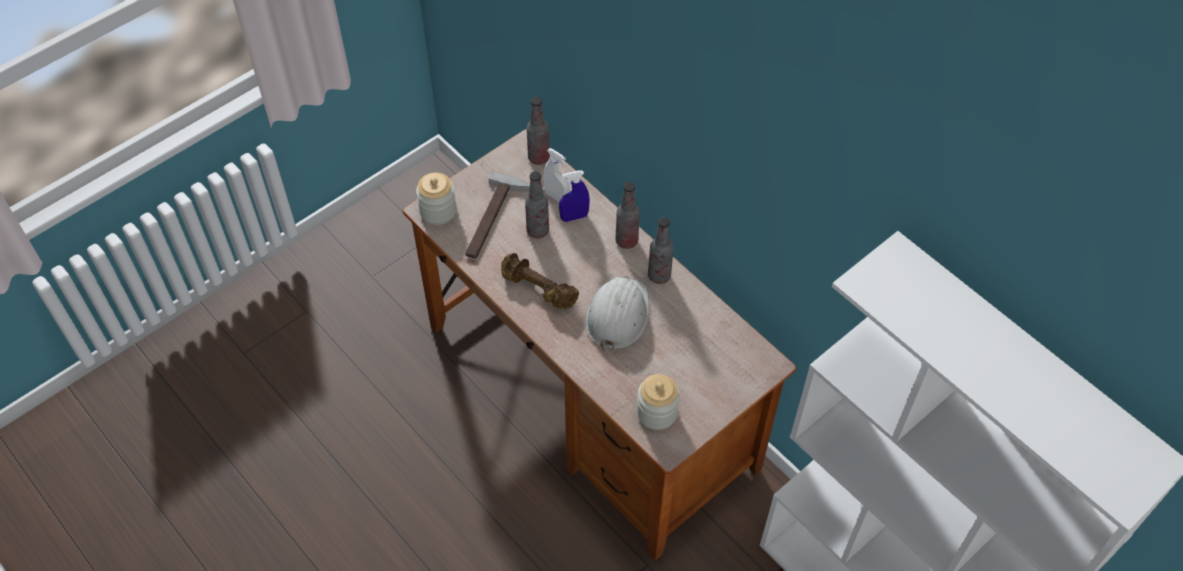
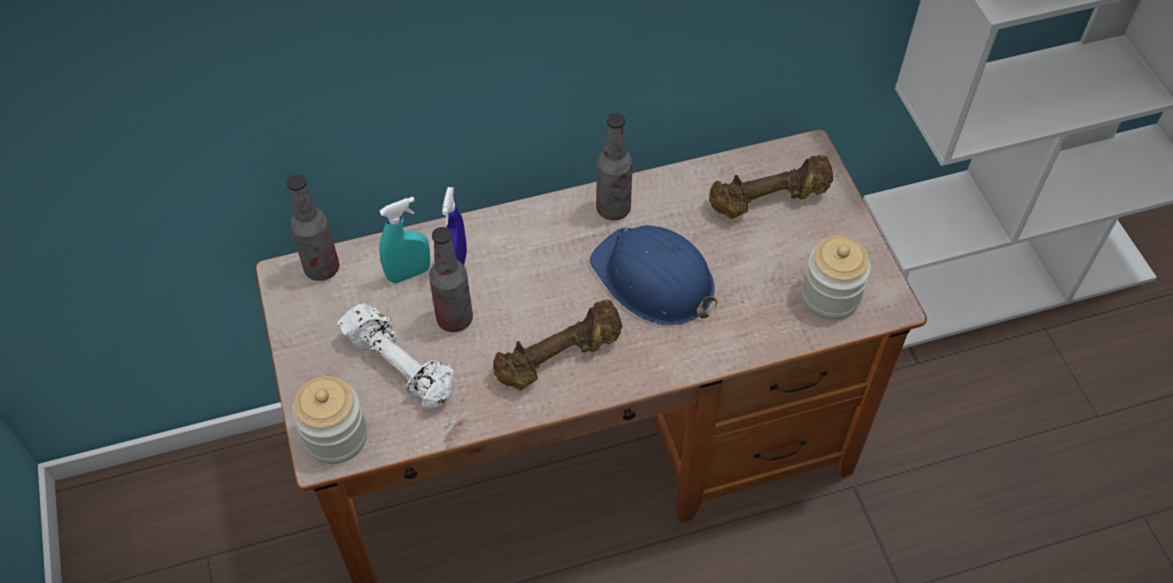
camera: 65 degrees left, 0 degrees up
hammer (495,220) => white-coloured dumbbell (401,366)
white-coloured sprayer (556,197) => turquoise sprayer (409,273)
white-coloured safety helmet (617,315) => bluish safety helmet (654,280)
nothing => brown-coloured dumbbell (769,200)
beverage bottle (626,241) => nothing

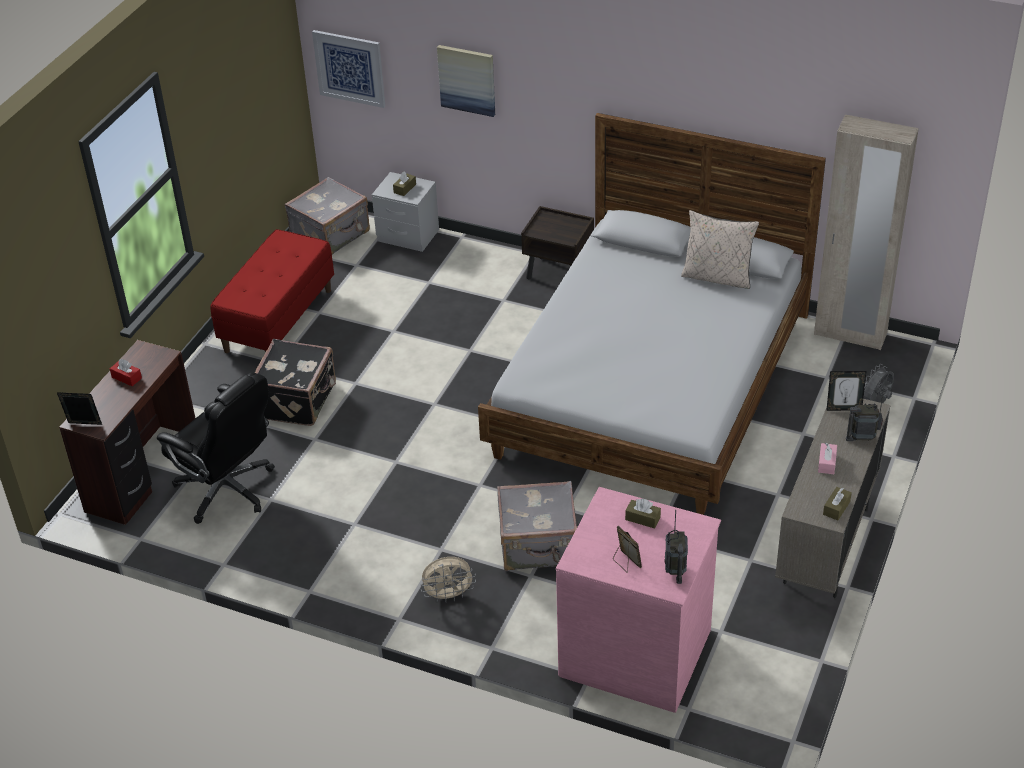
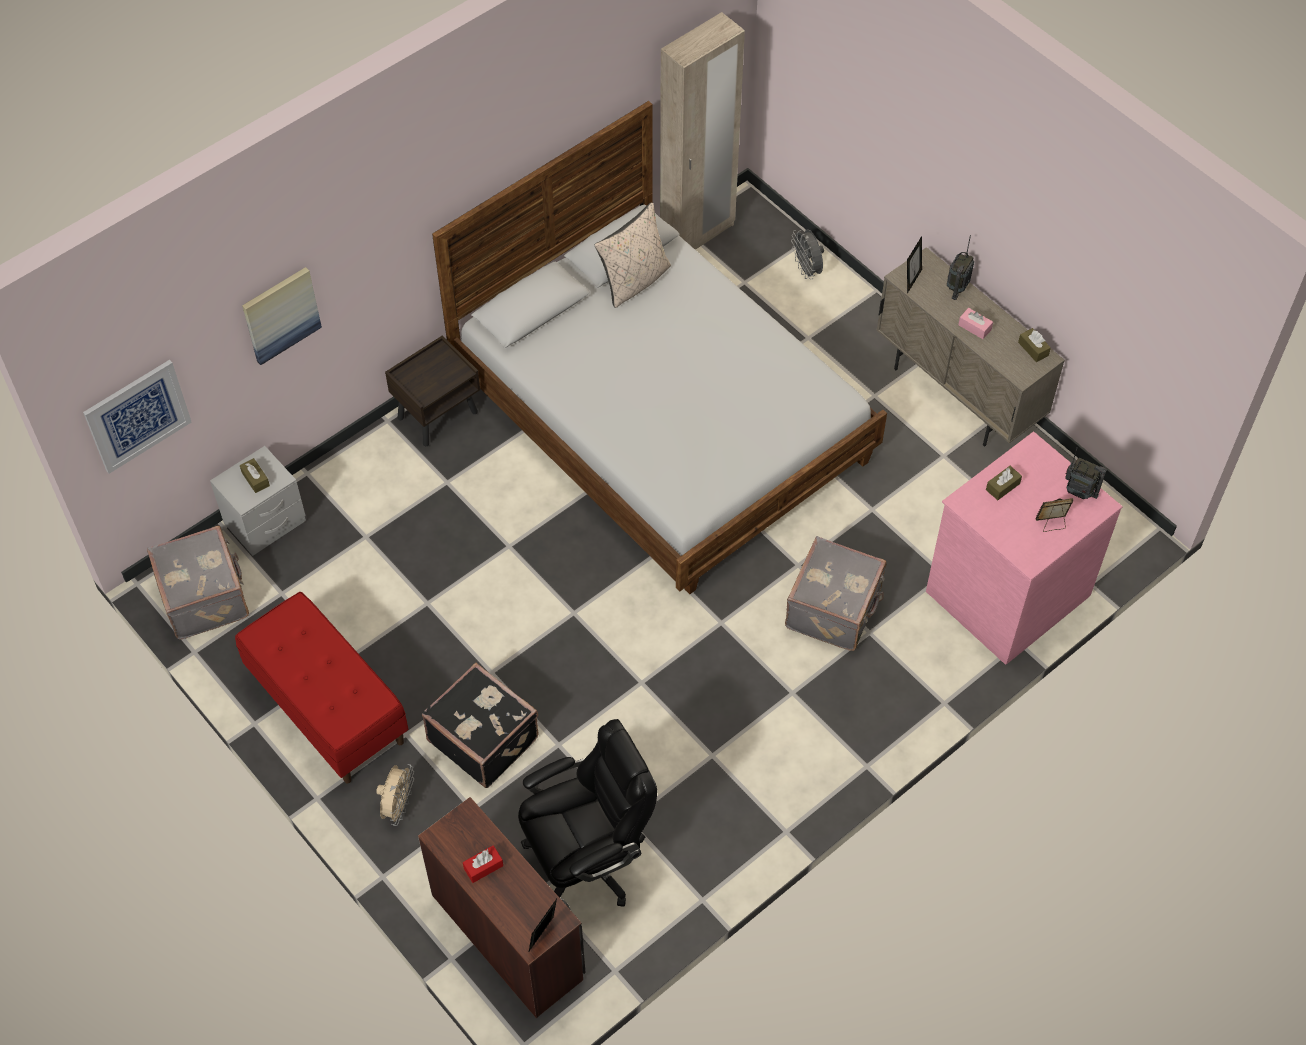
camera: 65 degrees left, 15 degrees up
sand-coloured cooling fan (448,596) => sand-coloured cooling fan (398,806), moved

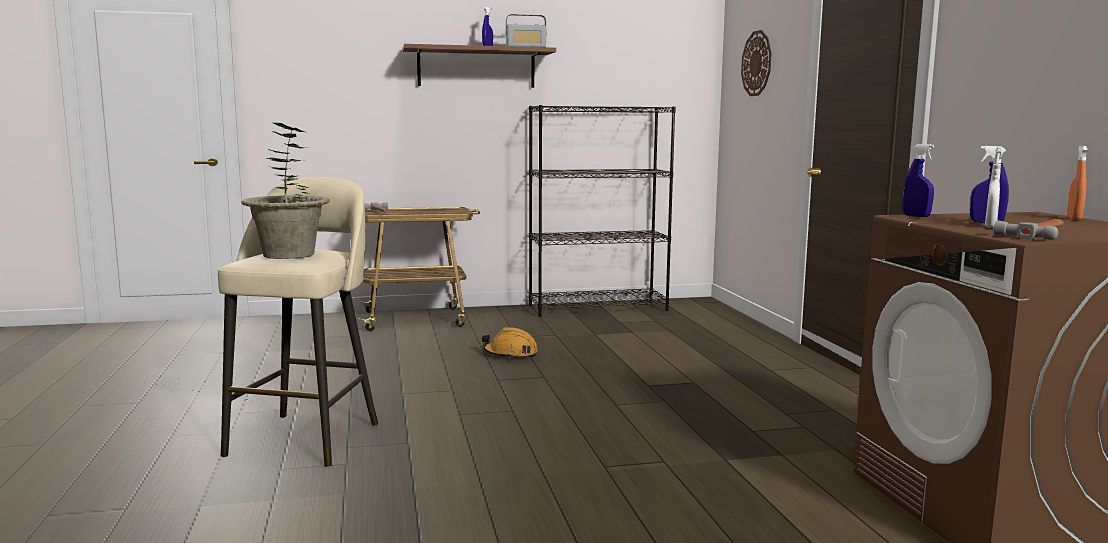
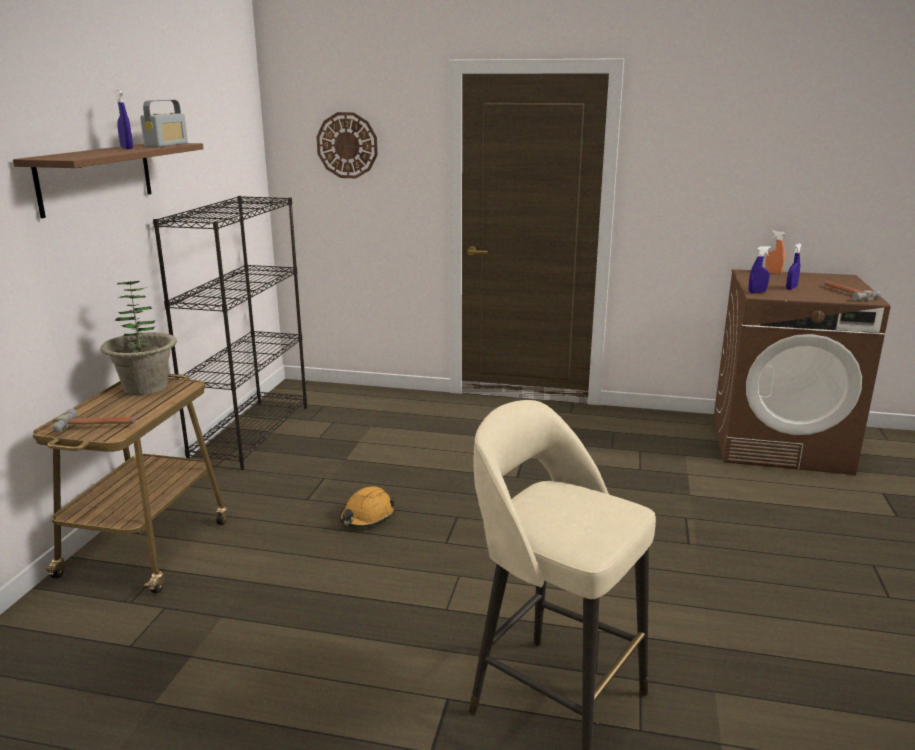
camera: 65 degrees left, 10 degrees up
potted plant (289,255) => potted plant (146,387), moved
white-coloured sprayer (990,226) => nothing

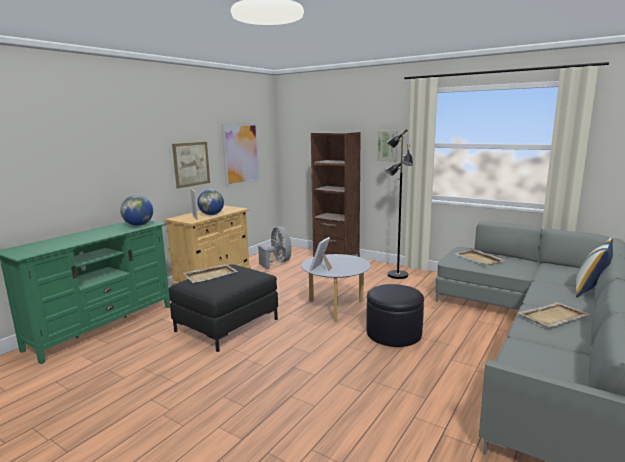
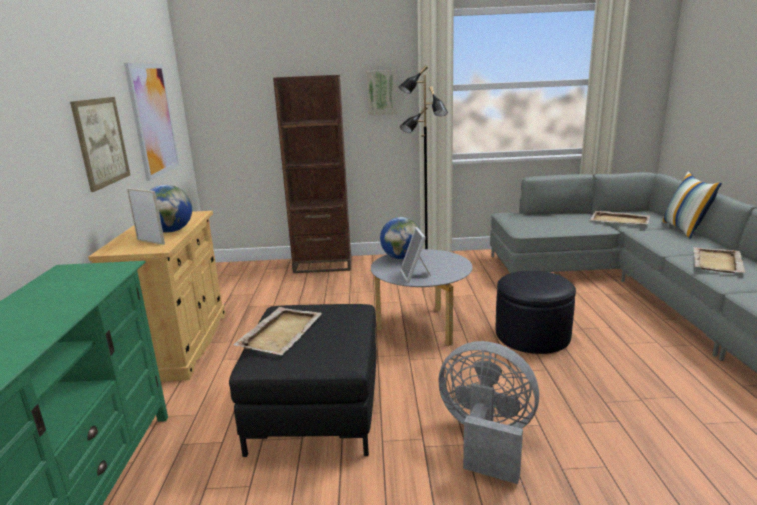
camera: 35 degrees left, 5 degrees up
desk globe (138,225) => desk globe (401,257), moved
grey cooling fan (277,262) => grey cooling fan (486,439), moved
sand-coloured carrying tray (479,259) => sand-coloured carrying tray (620,220), moved

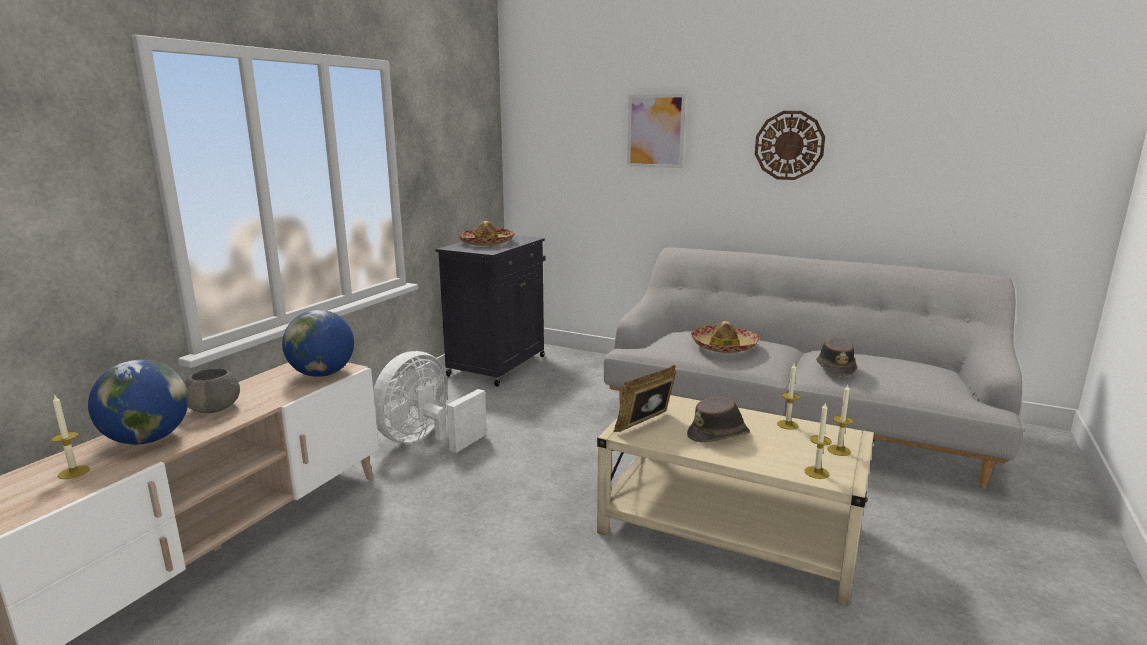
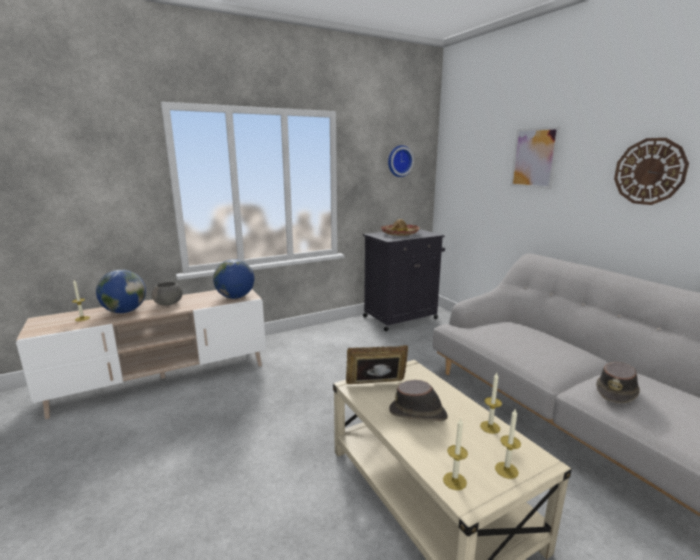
camera: 35 degrees right, 0 degrees up
nothing => hanging clock (399,161)
white-coloured cooling fan (426,440) => nothing
hat (724,346) => nothing

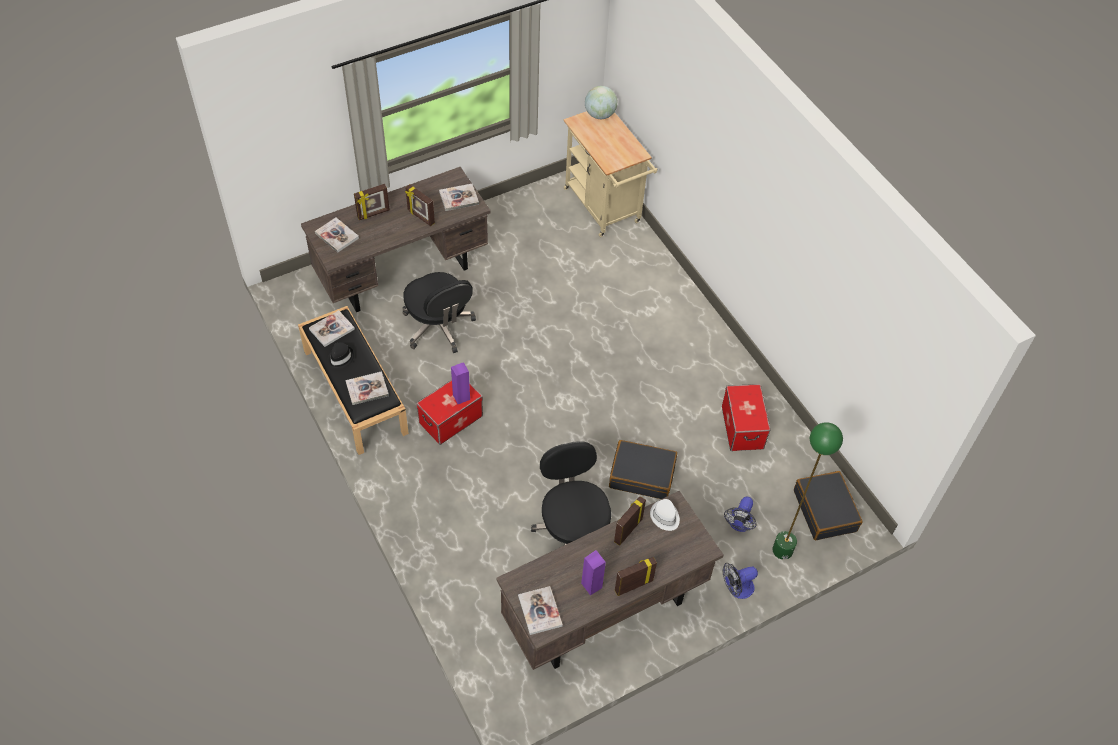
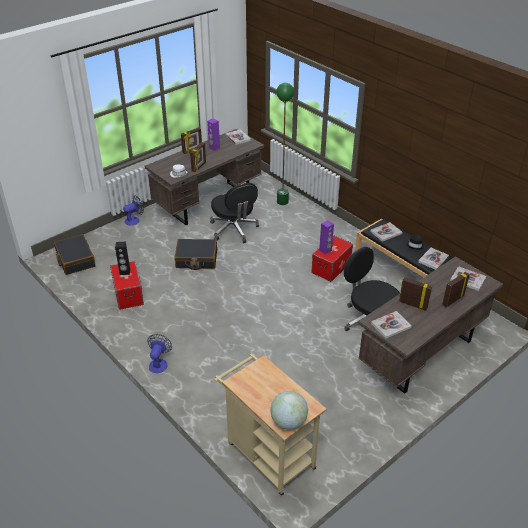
camera: 170 degrees right, 15 degrees down
nothing => black-coloured speaker (125,272)
cooling fan (739,524) => cooling fan (159,363), moved
green-coloured standard lamp (782,550) => green-coloured standard lamp (282,202), moved

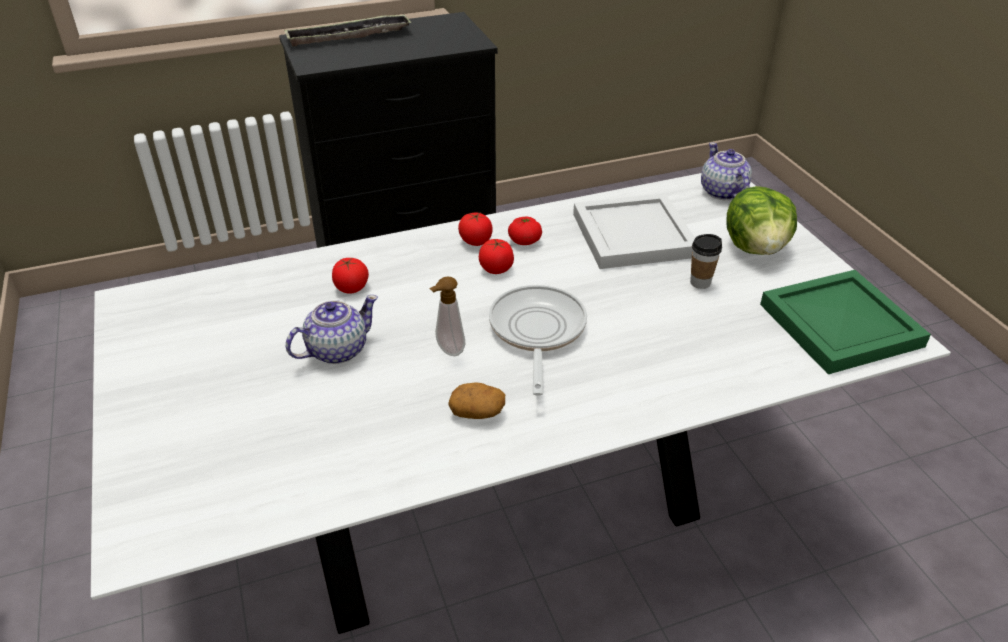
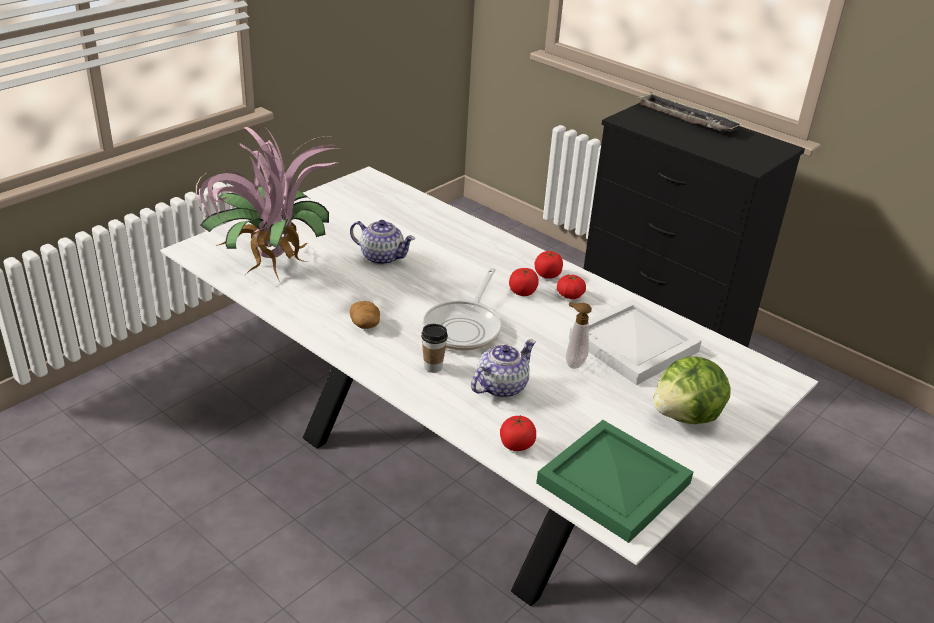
camera: 60 degrees right, 5 degrees down
nothing => potted plant (271,268)
small cup (700,282) => small cup (433,367), moved
frying pan (536,332) => frying pan (465,327), 135 degrees clockwise
pot for tea (722,192) => pot for tea (500,387), moved
tomato (351,288) => tomato (516,445), moved
liquid soap bottle (448,351) => liquid soap bottle (573,363), moved

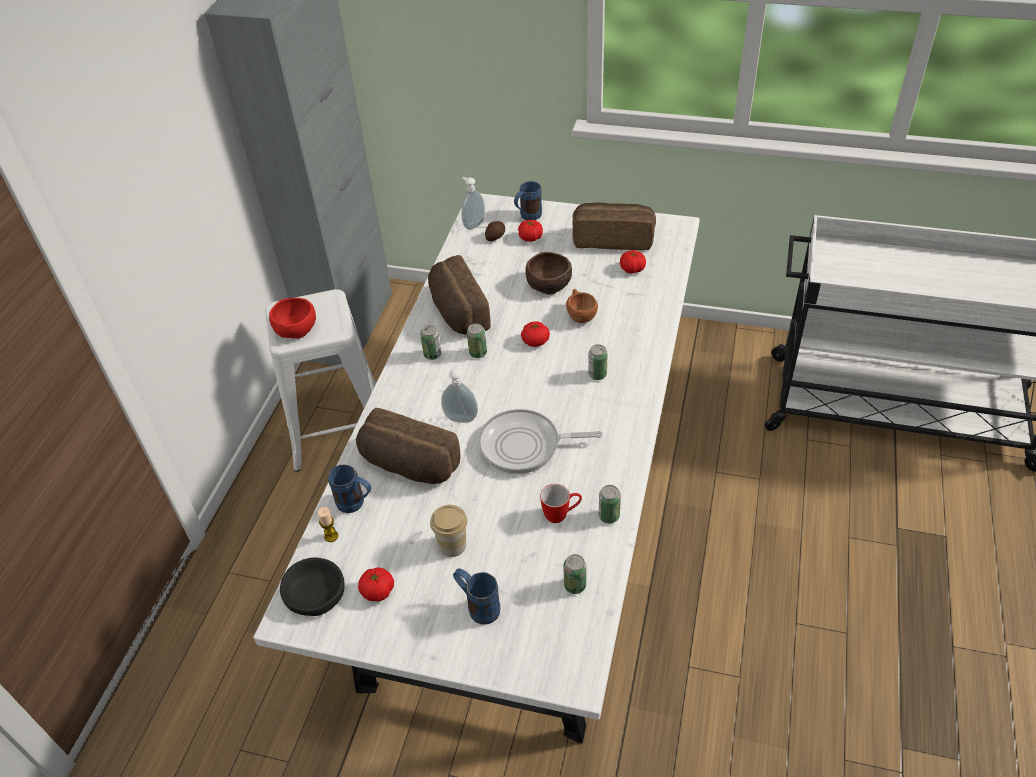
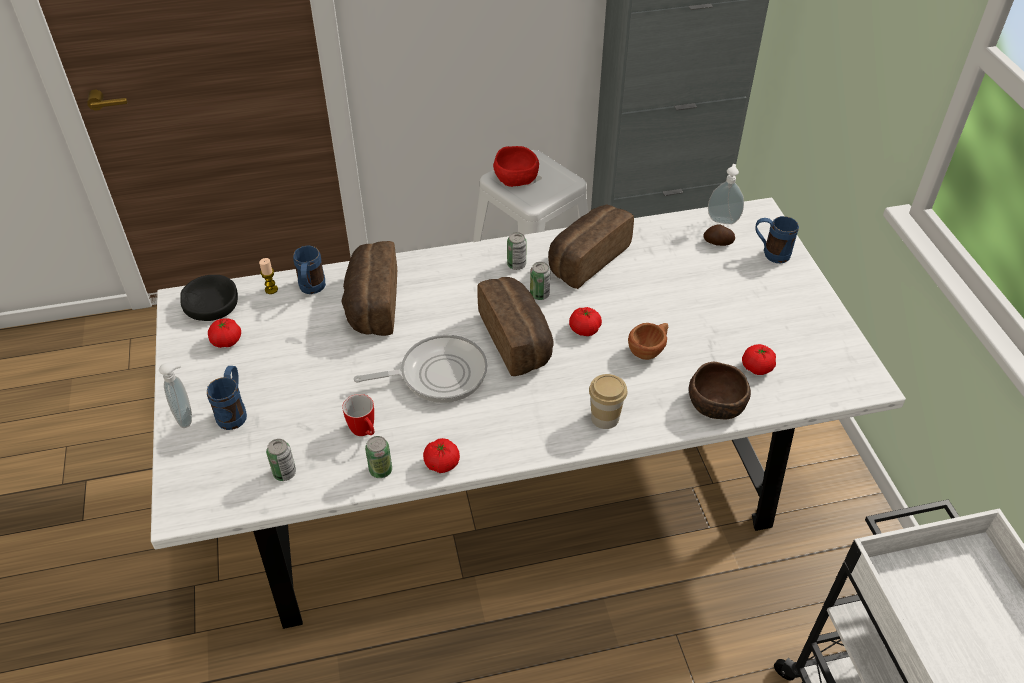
camera: 60 degrees right, 0 degrees up
liquid soap bottle (461,417) => liquid soap bottle (187,417), moved
frying pan (525,446) => frying pan (438,374), 105 degrees clockwise
tomato (530,238) => tomato (442,463), moved
baked bread (613,238) => baked bread (518,339), moved
small cup (452,545) => small cup (605,418), moved
brown-coloured bowl (550,284) => brown-coloured bowl (717,405), moved
sealed can (597,374) => nothing

